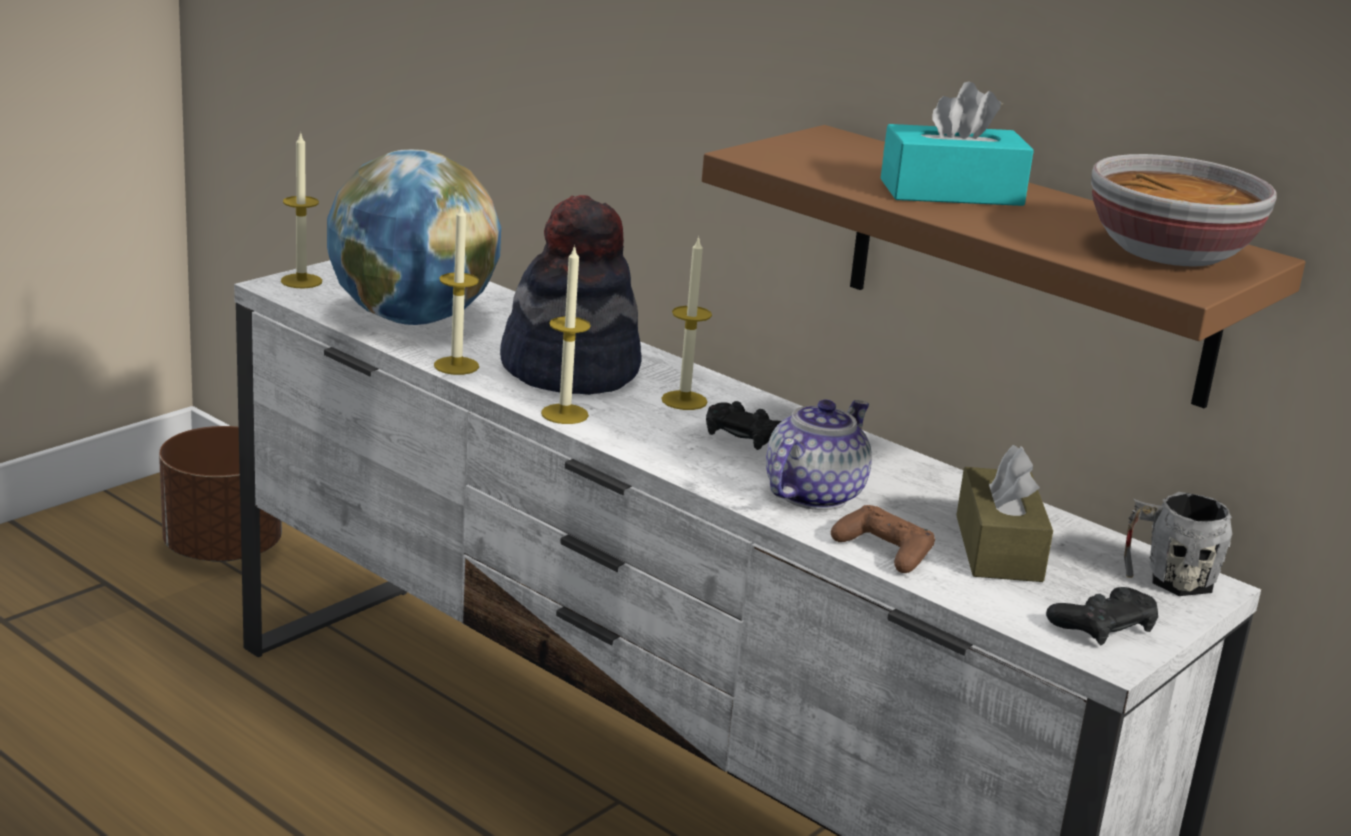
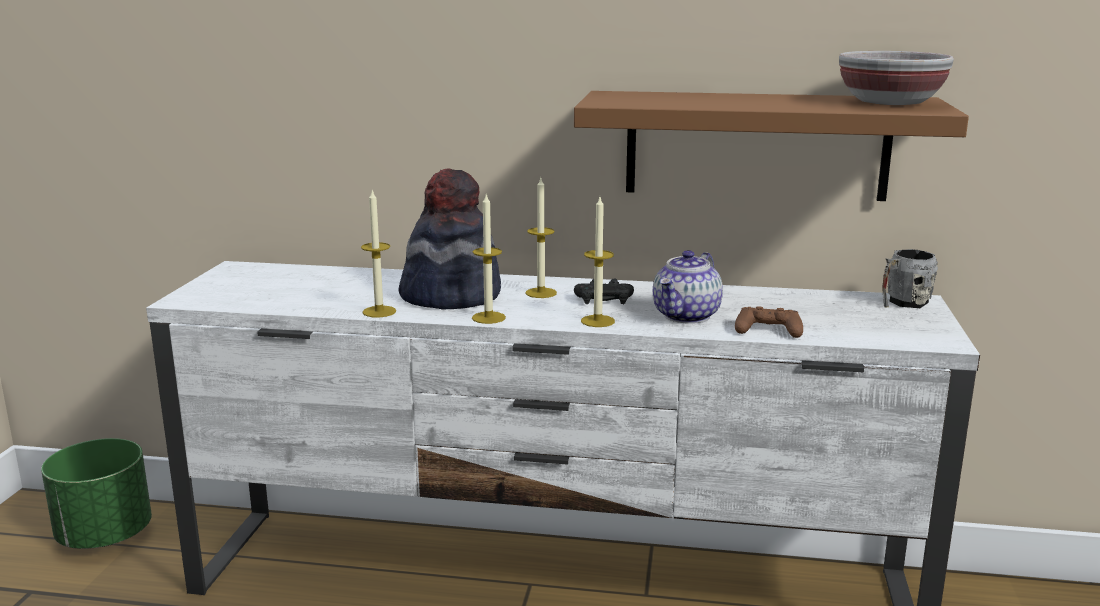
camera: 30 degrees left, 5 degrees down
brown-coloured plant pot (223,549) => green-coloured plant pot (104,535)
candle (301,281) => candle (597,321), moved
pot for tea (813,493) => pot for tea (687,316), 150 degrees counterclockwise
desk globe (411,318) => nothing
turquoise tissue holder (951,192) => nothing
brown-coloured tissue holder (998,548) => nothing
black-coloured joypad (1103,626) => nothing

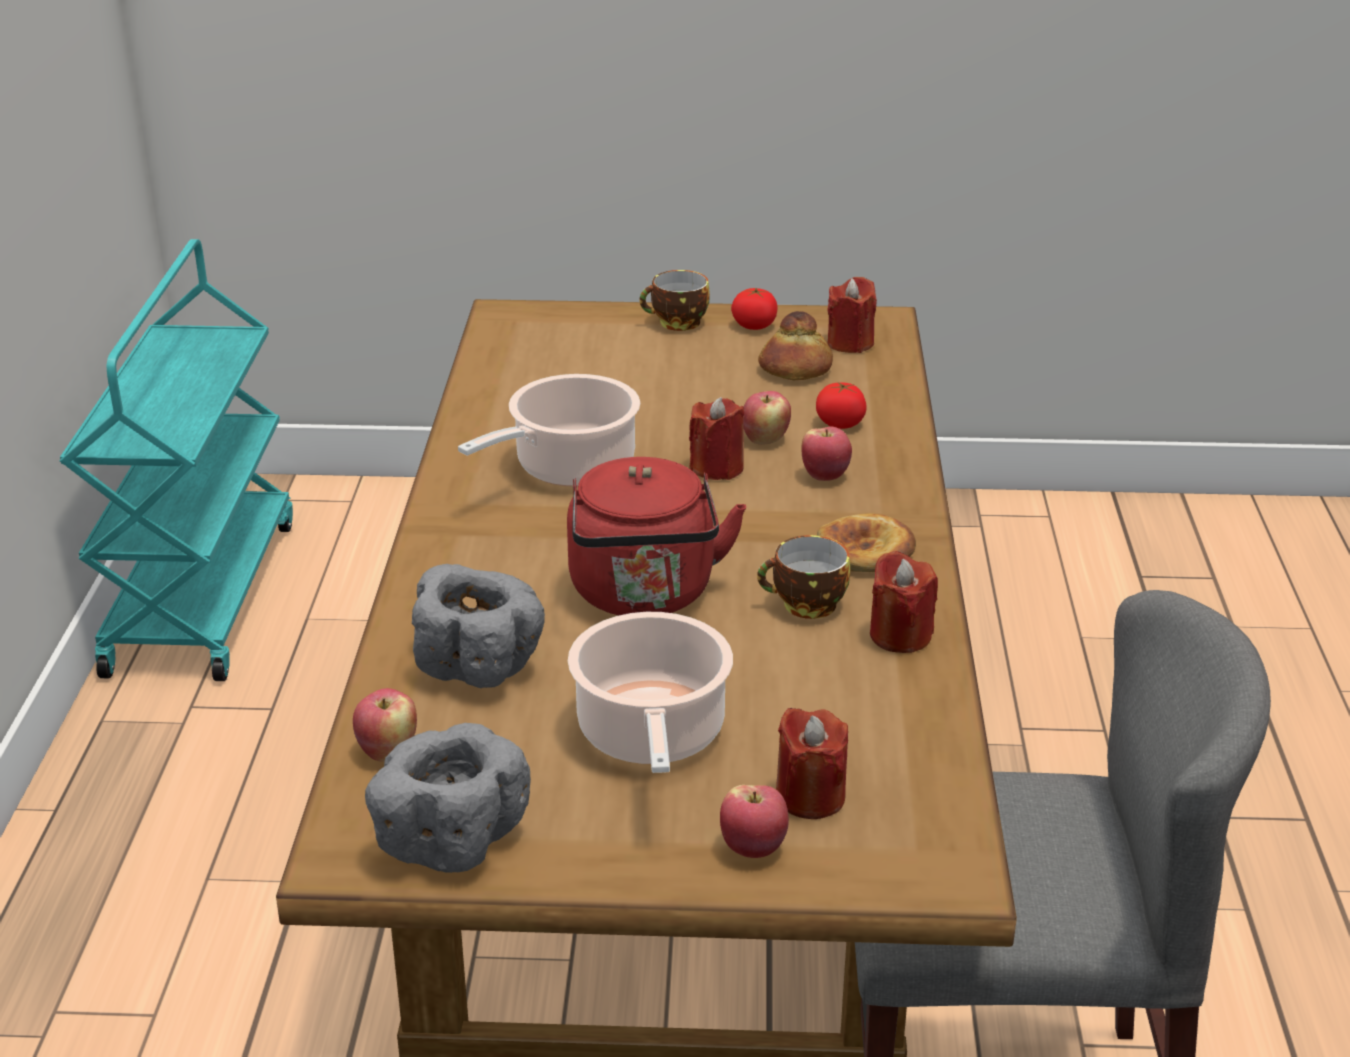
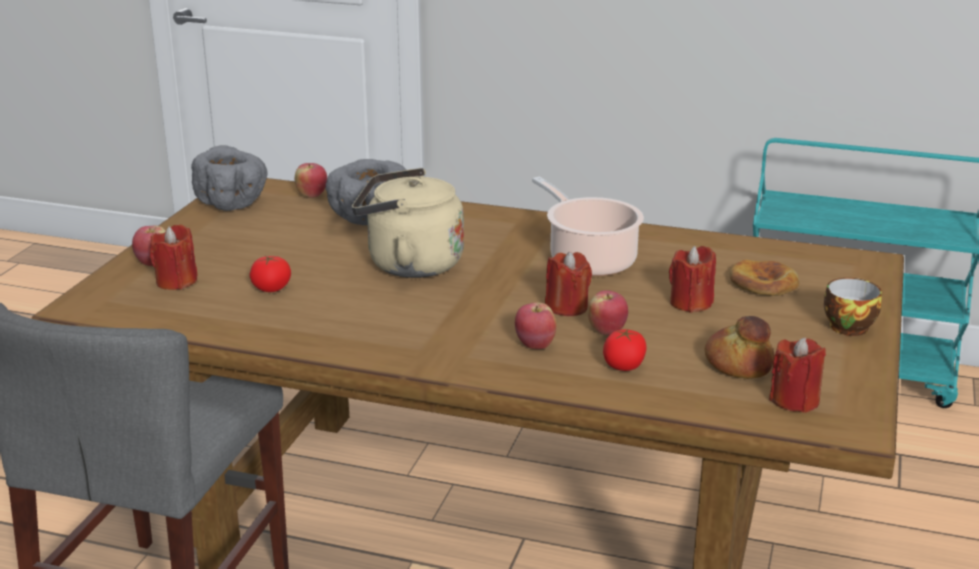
camera: 105 degrees right, 5 degrees down
tomato (754,326) => tomato (271,288), moved
red tea kettle (644,596) => sand-coloured tea kettle (409,264)
red candle (900,635) => red candle (690,303), moved
baked bread (865,551) => baked bread (763,283), moved
stockpot (651,736) => nothing
small cup (806,606) => nothing

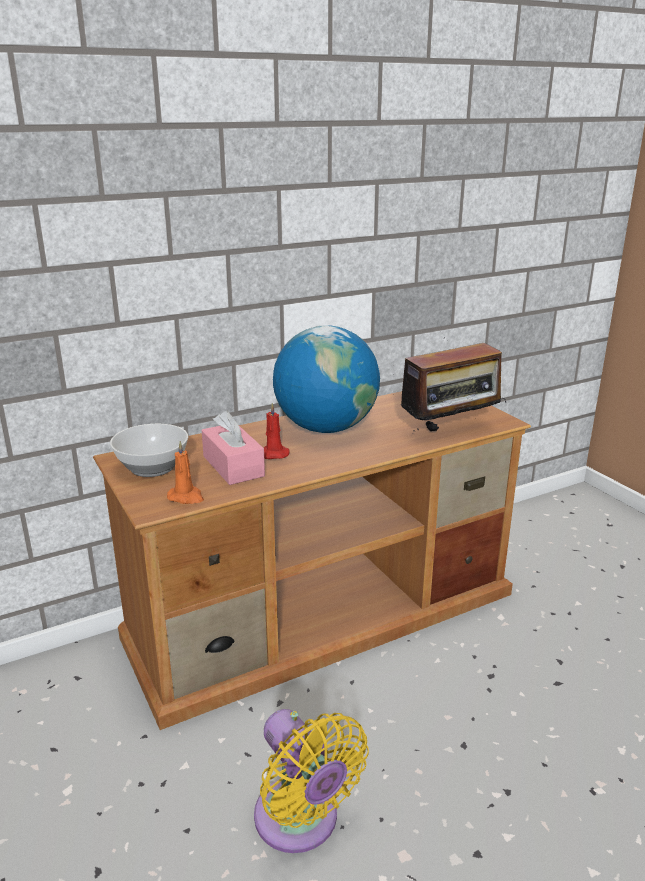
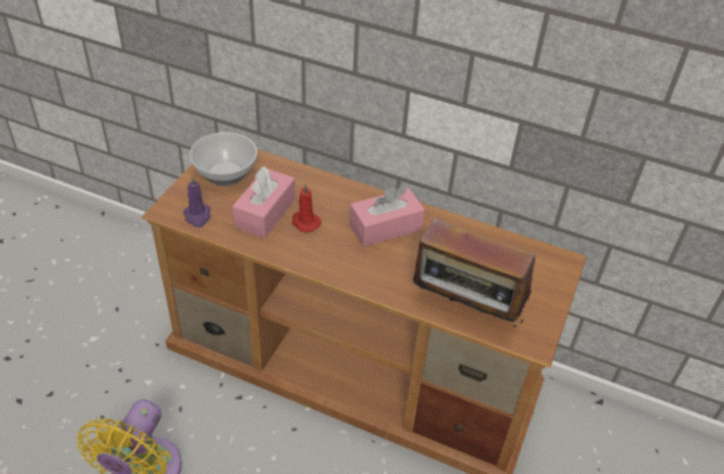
camera: 50 degrees right, 20 degrees up
orange candle (186,497) => purple candle (197,216)
desk globe (326,428) => pinkish tissue holder (385,227)

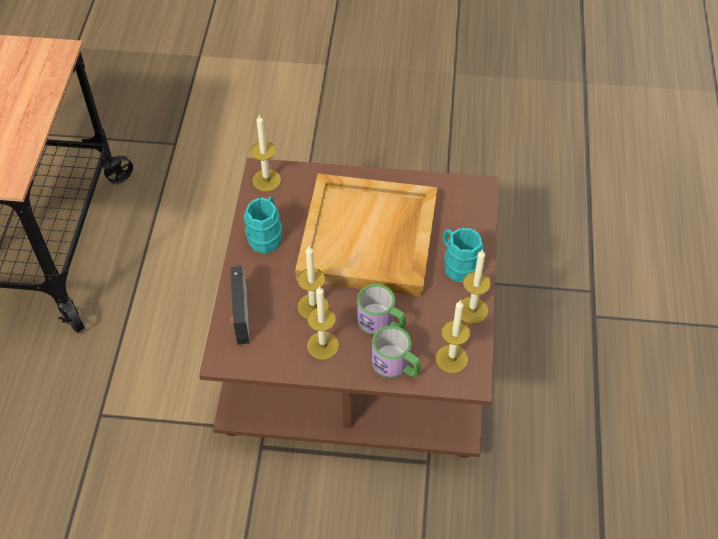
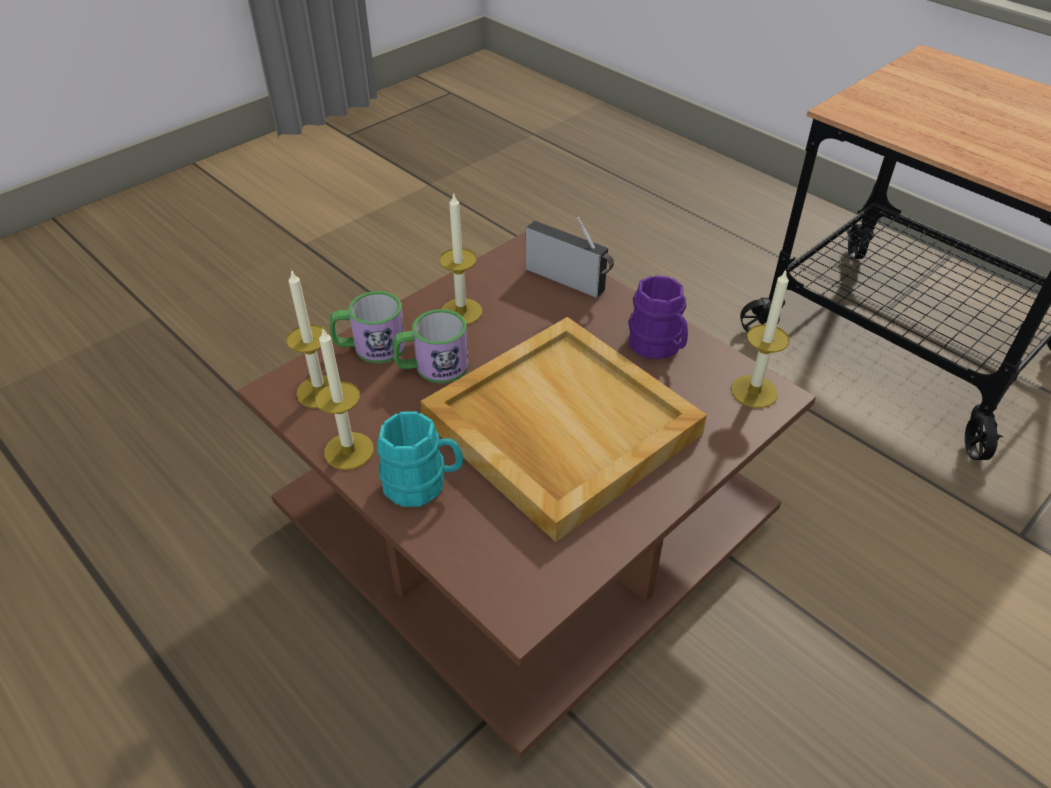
camera: 130 degrees right, 10 degrees down
turquoise coffee mug (266,235) => purple coffee mug (658,347)
candle (313,306) => nothing

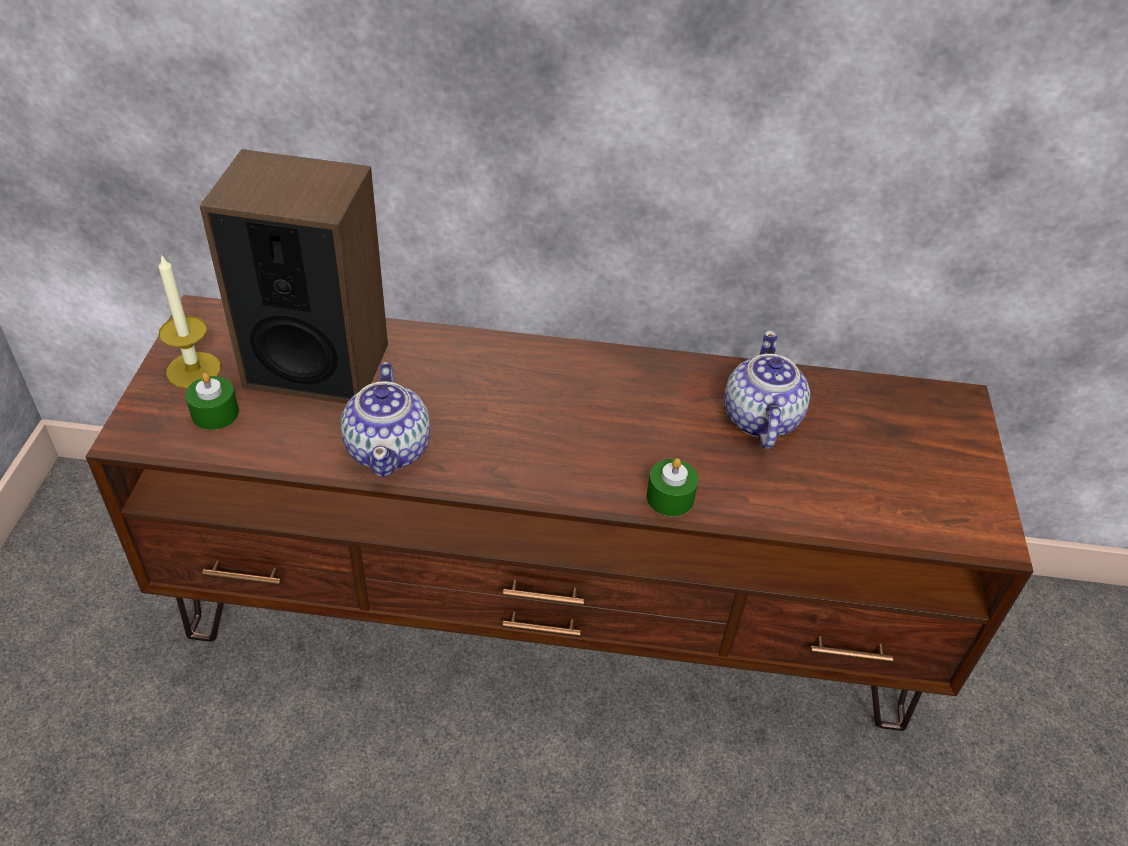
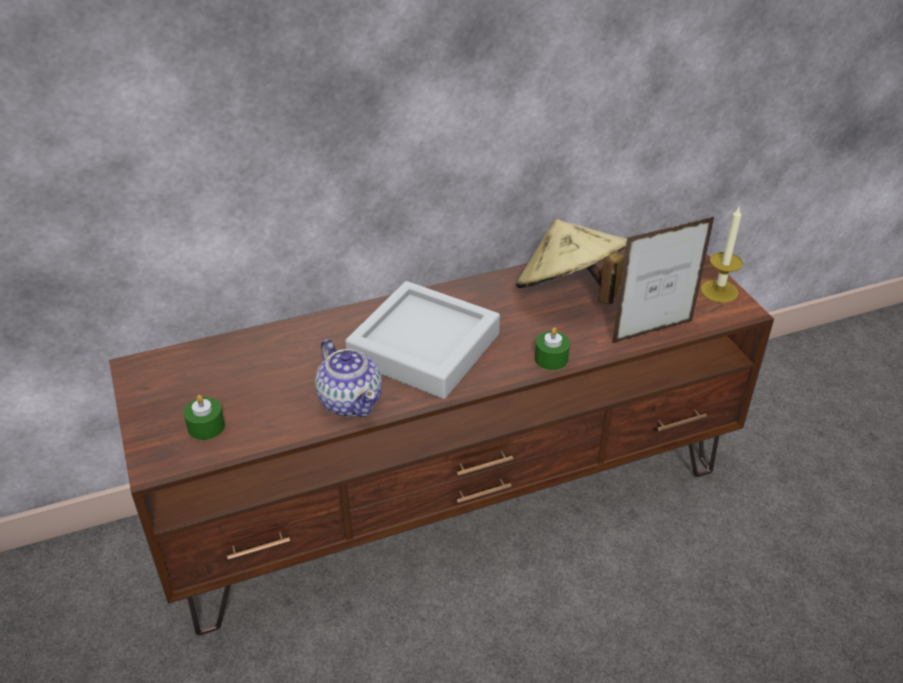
camera: 25 degrees left, 5 degrees down
nothing => grey carrying tray (424,347)
pot for tea (759,419) => sand-coloured hat (569,294)
nothing => standing frame (652,332)
candle (193,370) => candle (719,291), moved
speaker (317,365) => nothing

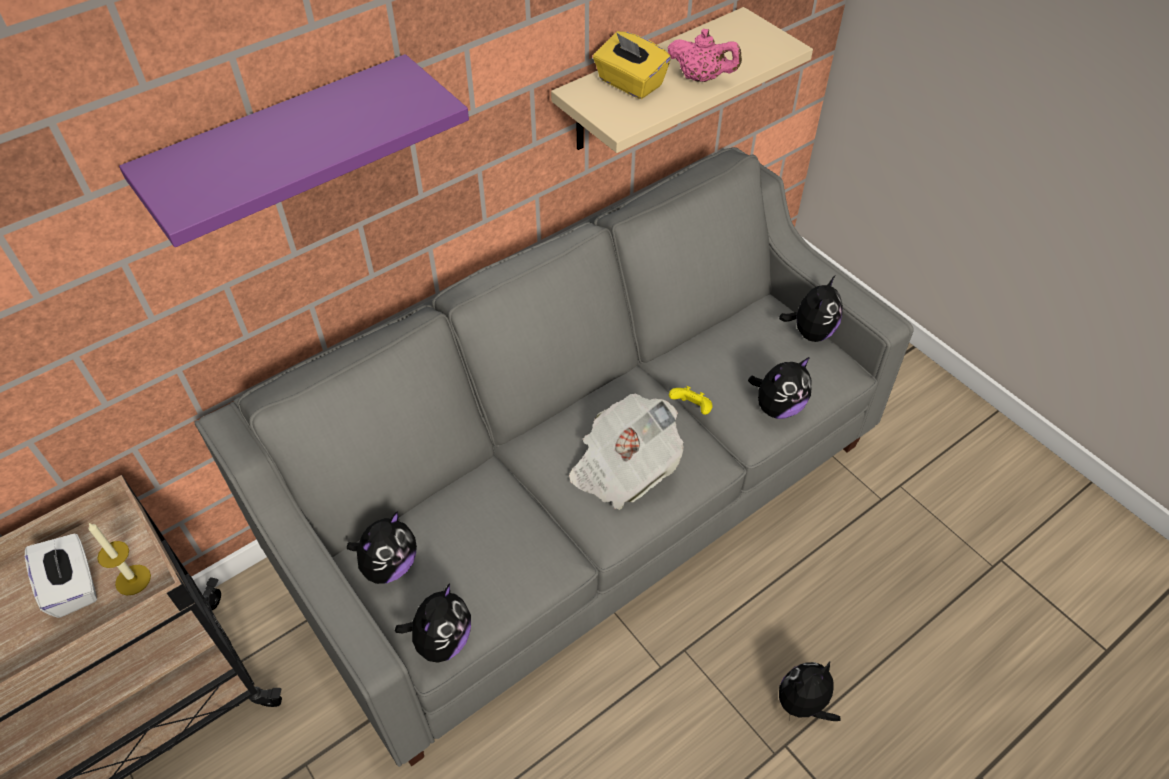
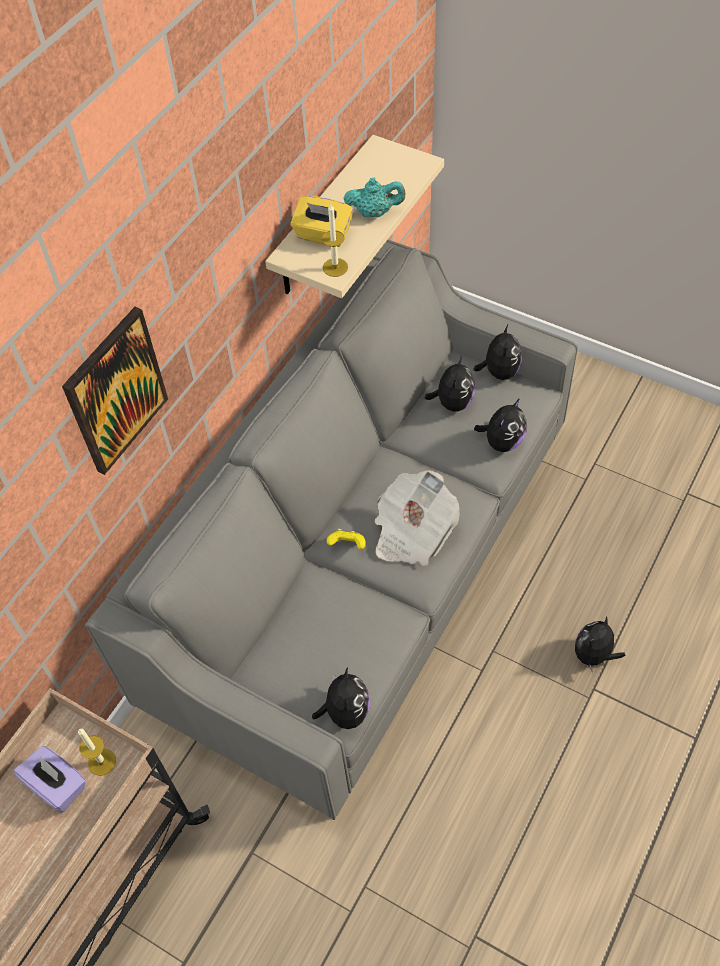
camera: 20 degrees left, 5 degrees up
white-coloured tissue holder (73,586) => purple tissue holder (57,785)
purple shelf (283,149) => wall art (115,391)
nothing => candle (335,267)
yellowish joypad (691,408) => yellowish joypad (347,545), moved
pinkish pot for tea (701,78) => turquoise pot for tea (374,213)
soft toy (389,565) => soft toy (452,402), moved

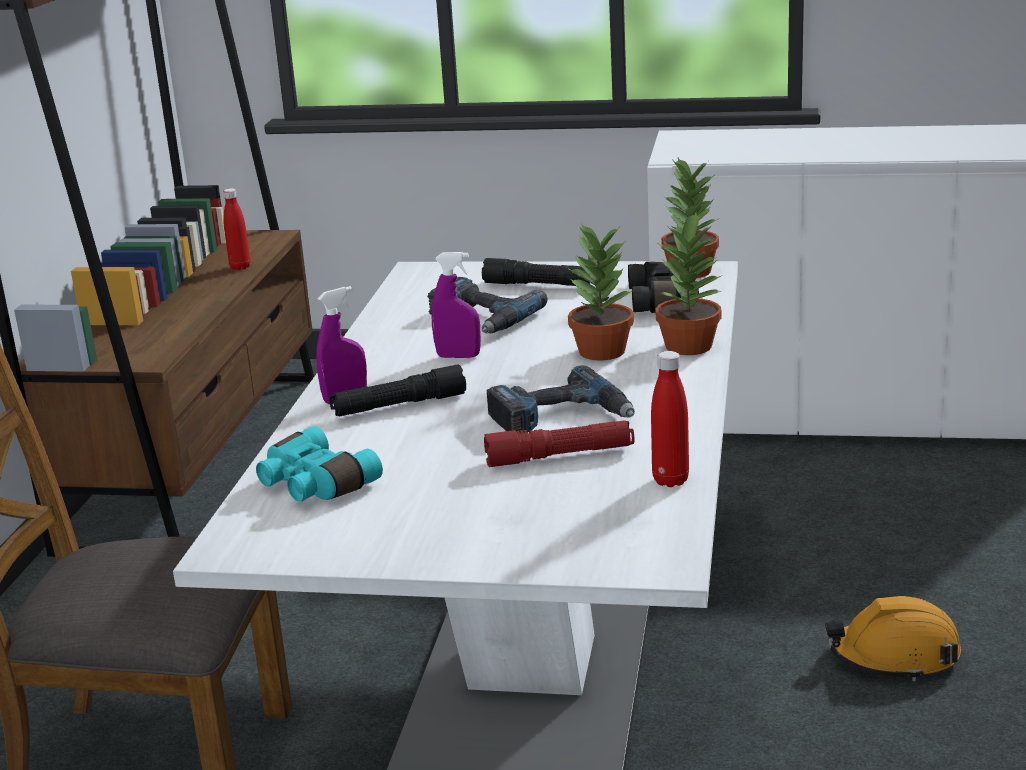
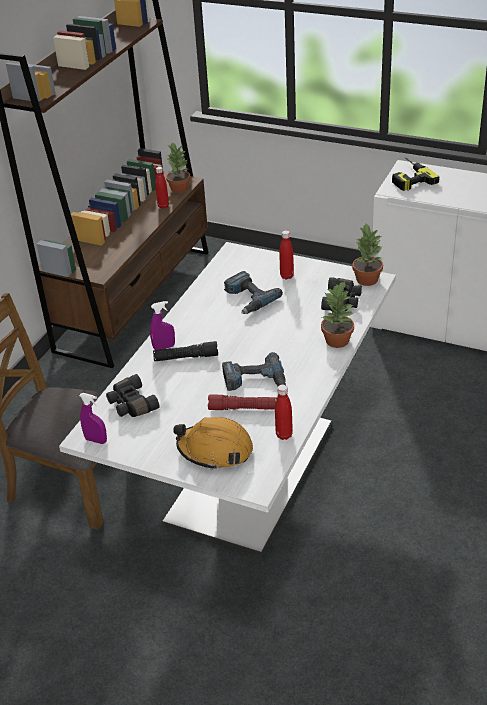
camera: 15 degrees right, 15 degrees up
purple sprayer (458,356) => purple sprayer (96,440), moved
turquoise field glasses (314,485) => black-coloured field glasses (131,404)
potted plant (600,351) => potted plant (179,188), moved
orange safety helmet (894,656) => orange safety helmet (215,450), moved
black-coloured flashlight (538,285) => red beverage bottle (287,276)
nothing => electric drill (408,177)

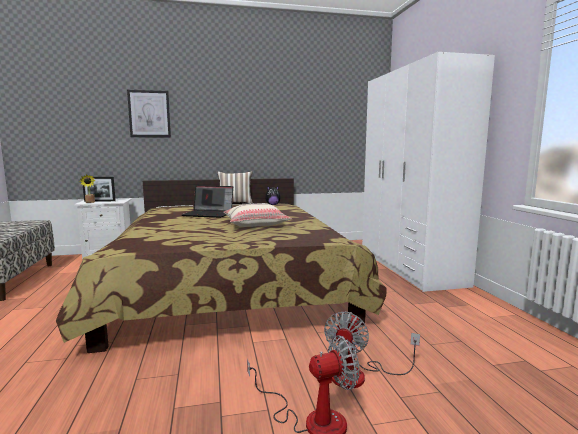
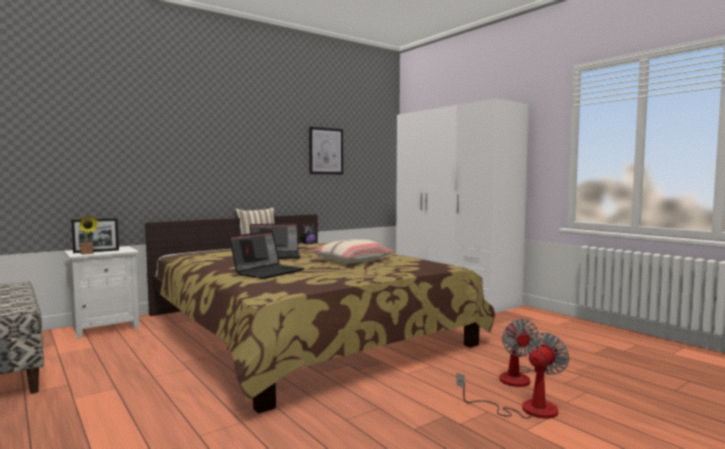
camera: 25 degrees left, 5 degrees down
nothing => laptop (268,272)
wall art (149,114) => wall art (326,151), moved

